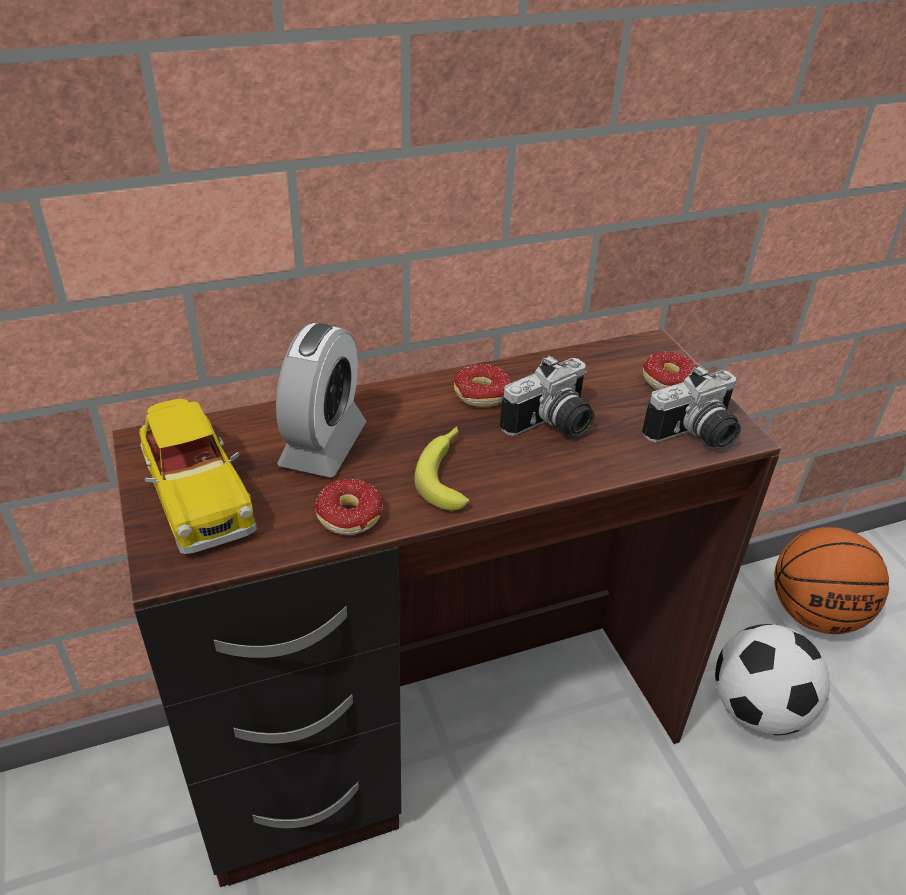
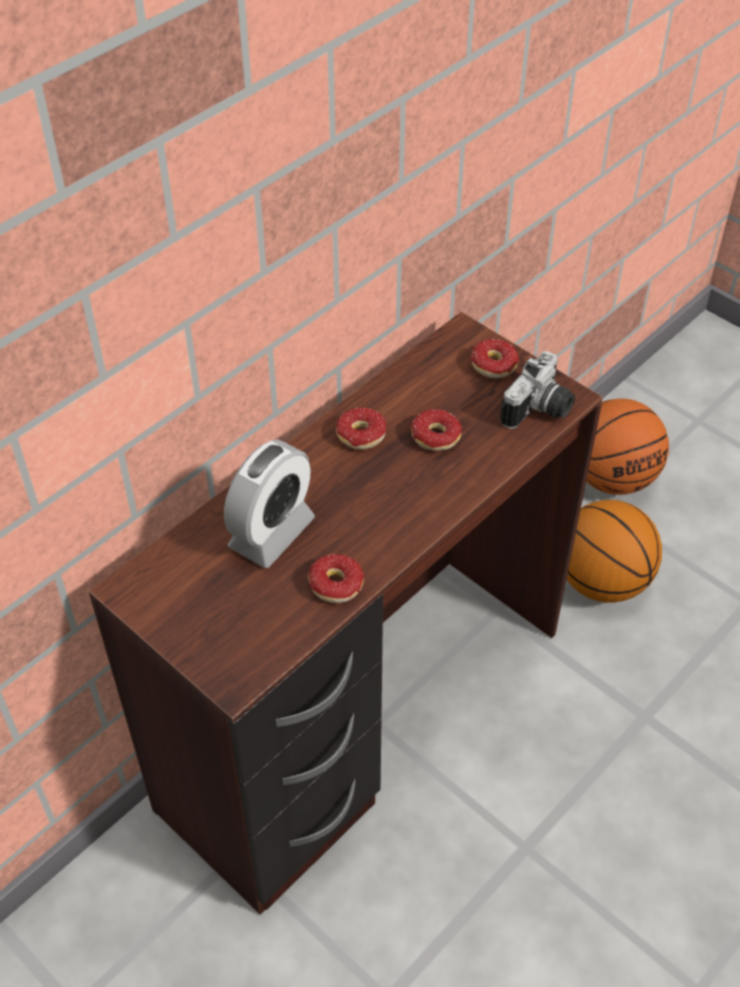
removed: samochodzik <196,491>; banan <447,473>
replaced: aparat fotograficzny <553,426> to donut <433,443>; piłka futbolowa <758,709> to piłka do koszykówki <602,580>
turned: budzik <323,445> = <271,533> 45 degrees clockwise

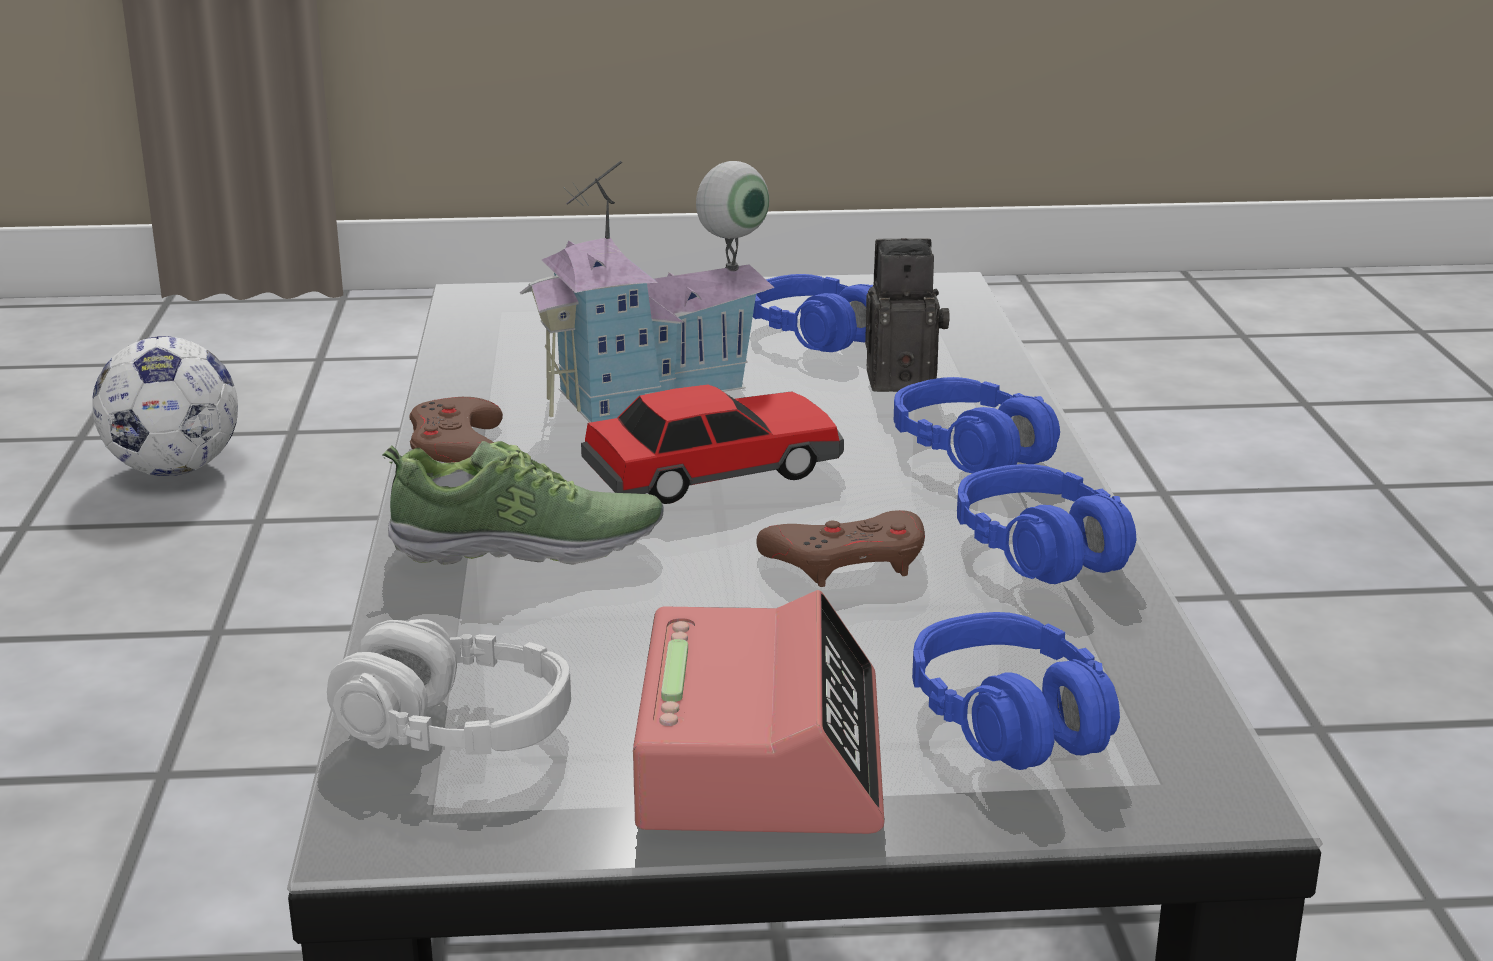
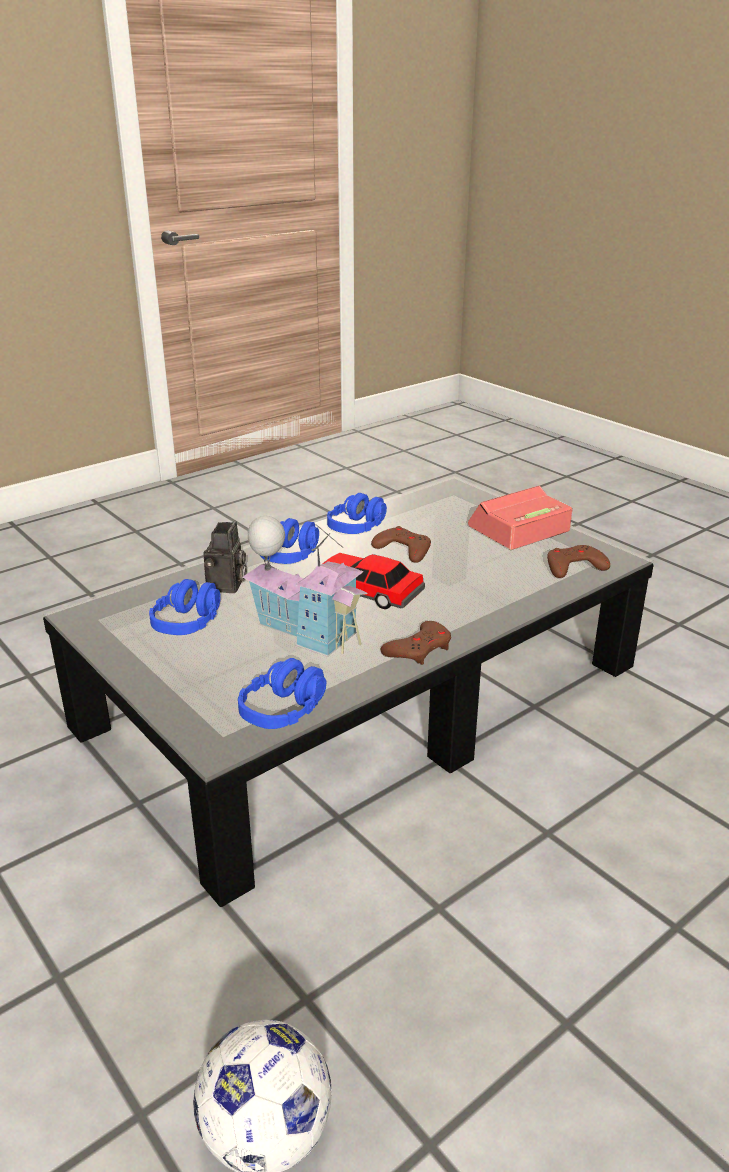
removed: but <527,547>
moved: słuchawki/niebieski <1011,721> to <283,709>
replaced: słuchawki/szary <455,728> to pad do gier/brązowy <574,567>
turned: aparat fotograficzny <904,378> = <227,586> 135 degrees counterclockwise

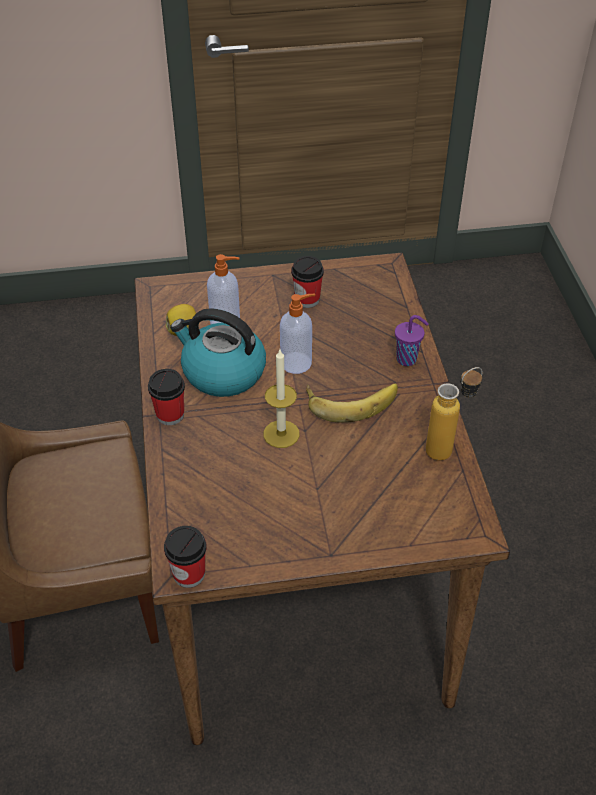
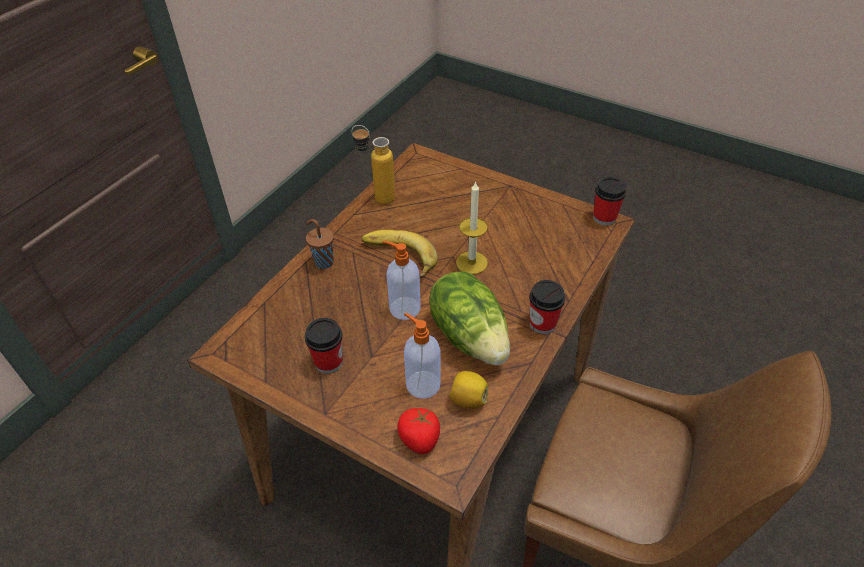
added: pomidor <420,440>
replaced: czajnik <222,372> to sałata <470,336>
recoloured: filiżanka/fioletowy <408,359> to filiżanka/brązowy <323,262>

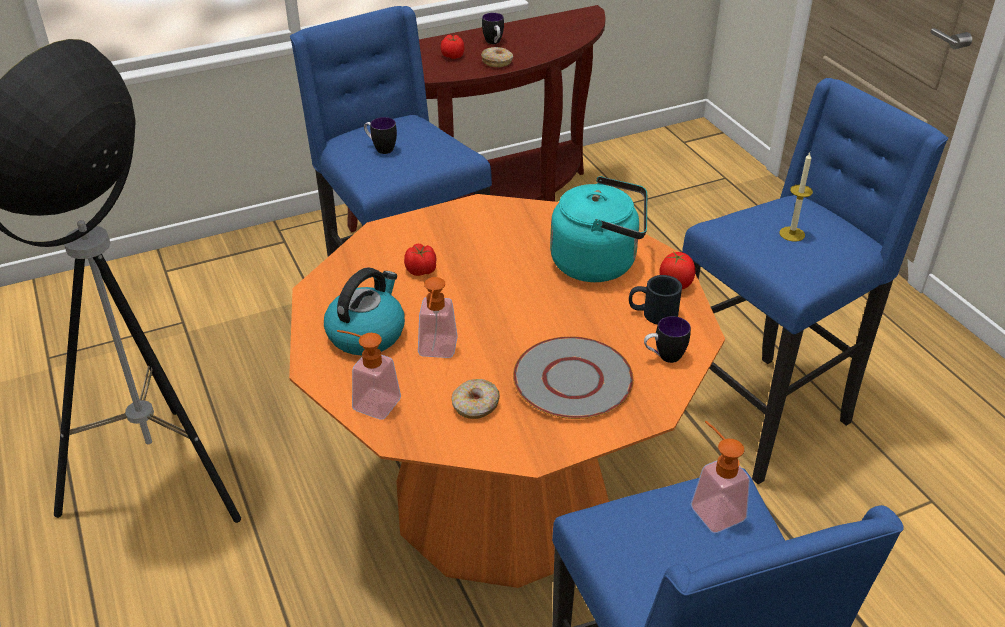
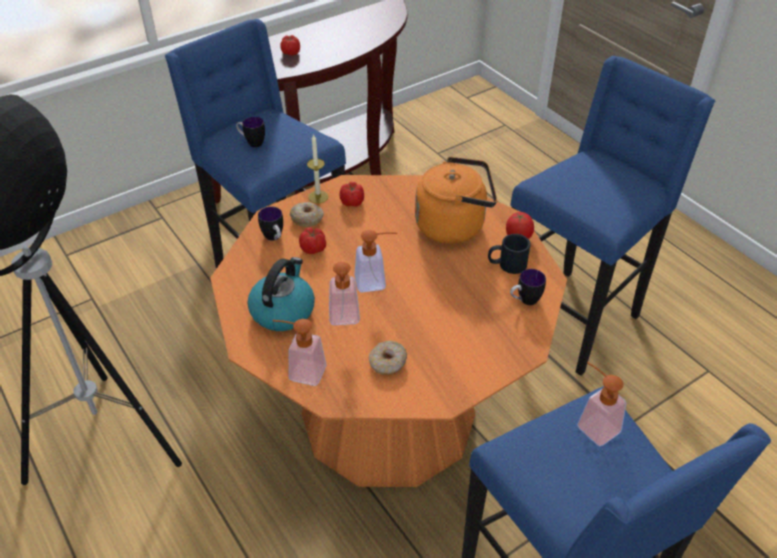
removed: talerz/szary <573,379>
added: pomidor <352,203>; dozownik mydła <376,282>
moved: kubek <494,43> to <274,238>; donut <497,62> to <307,218>; świeca <792,234> to <318,197>
recoloured: czajnik/turkusowy <599,263> to czajnik/pomarańczowy <454,225>

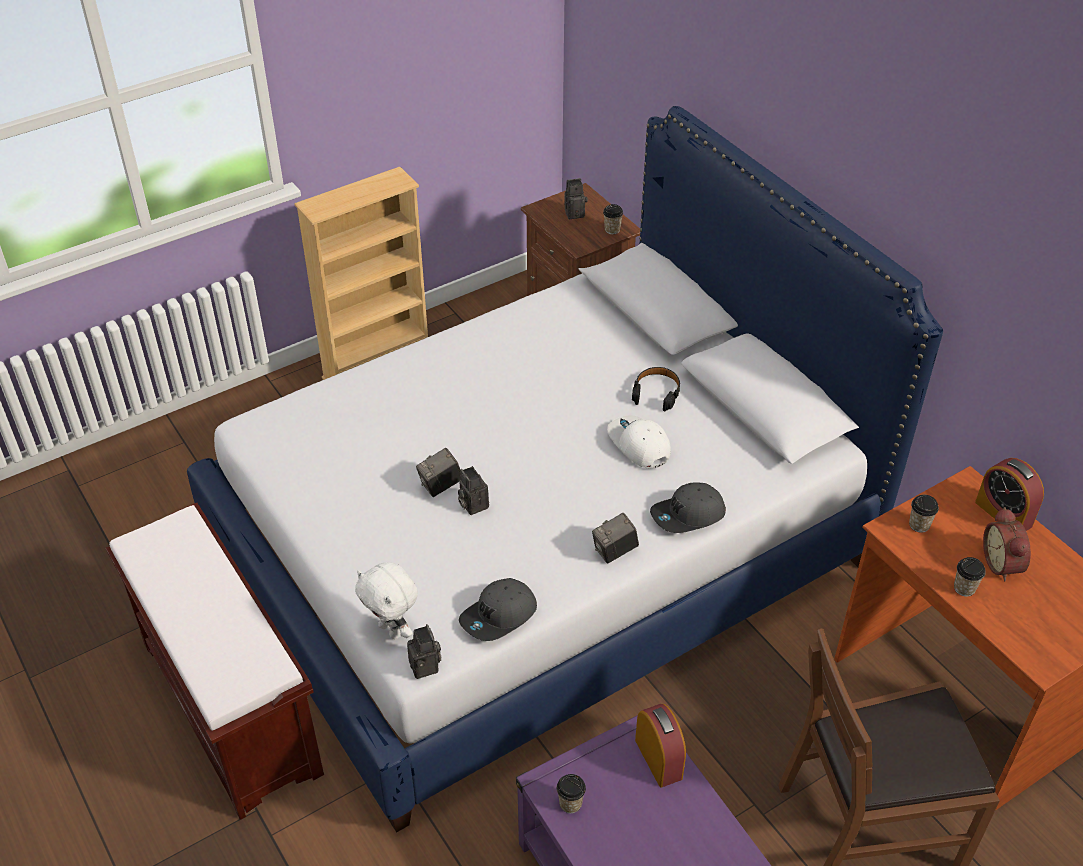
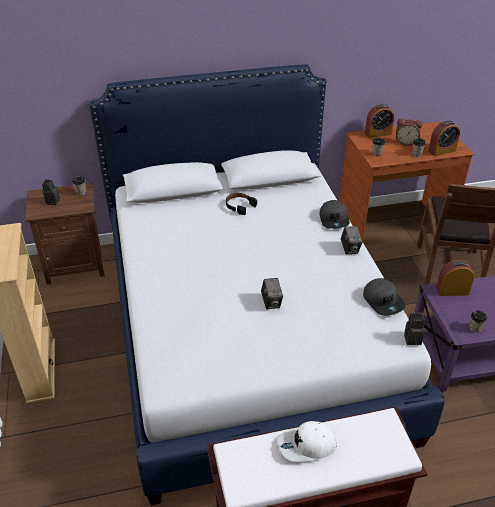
removed: pluszak/biały <392,630>; aparat fotograficzny <472,504>
added: budzik <441,151>
moved: czapka z daszkiem/biały <638,445> to <307,446>

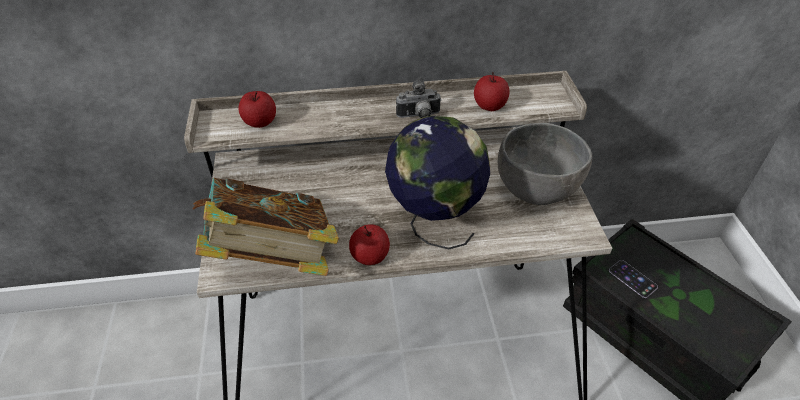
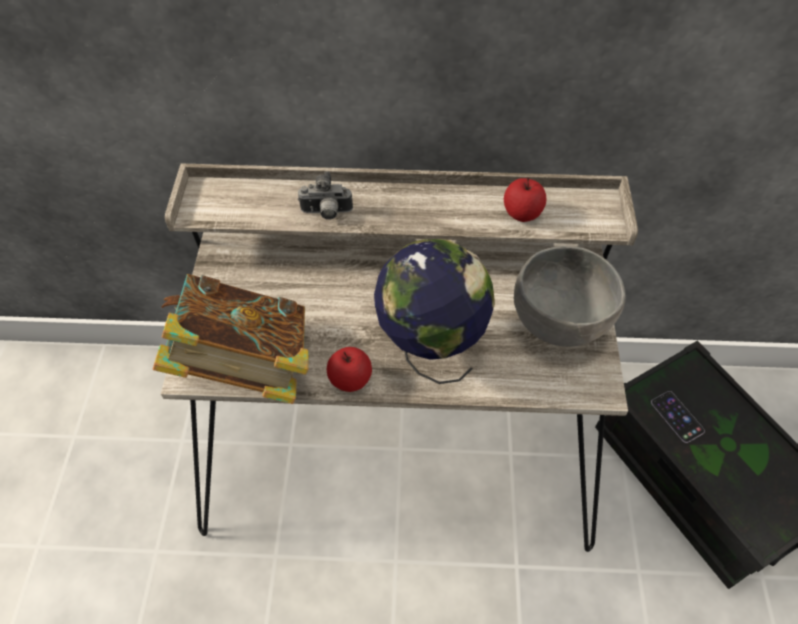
removed: jabłko <260,122>
moved: aparat fotograficzny <419,116> to <326,213>

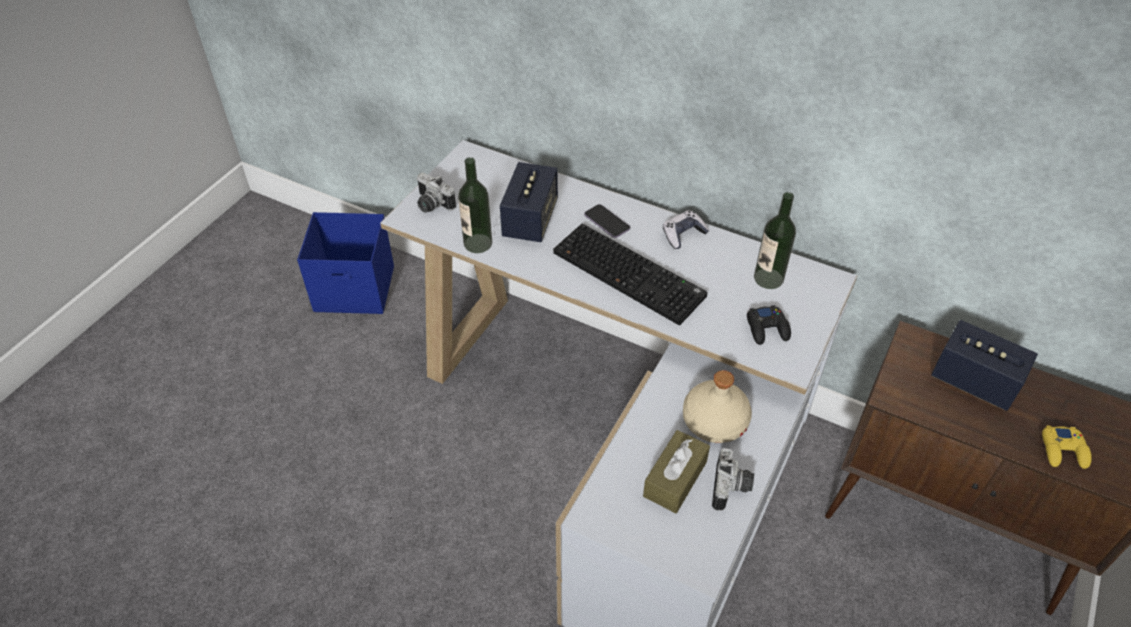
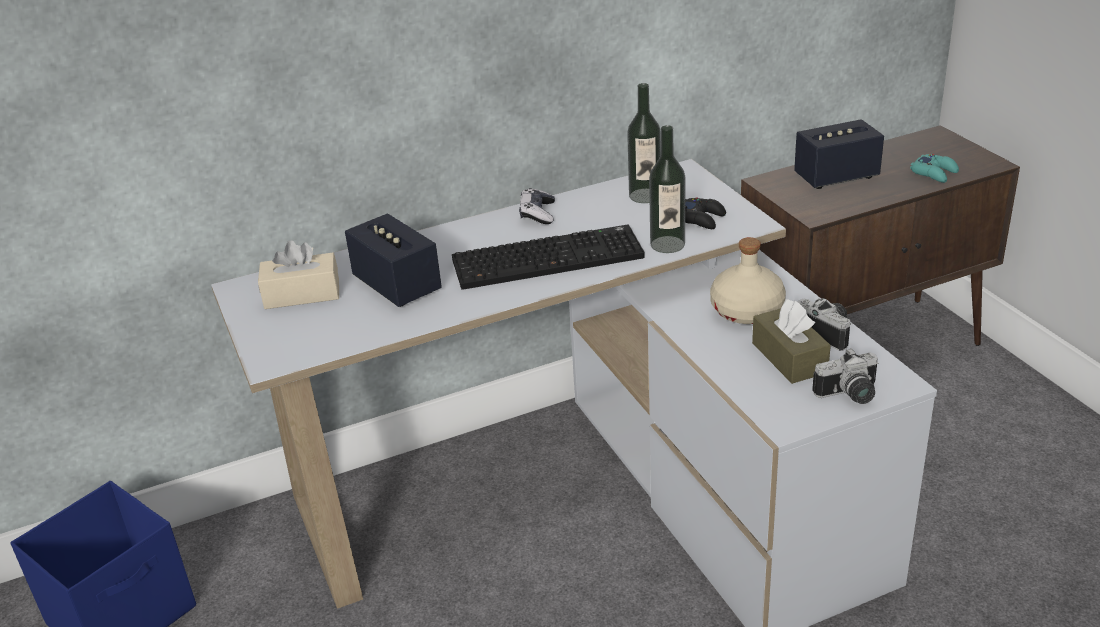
removed: telefon <607,222>
added: pudełko chusteczek/beżowy <302,294>
moved: butelka <478,243> to <667,244>; aparat fotograficzny <431,205> to <850,396>
recoloured: pad do gier/żółty <1063,451> to pad do gier/turkusowy <934,173>

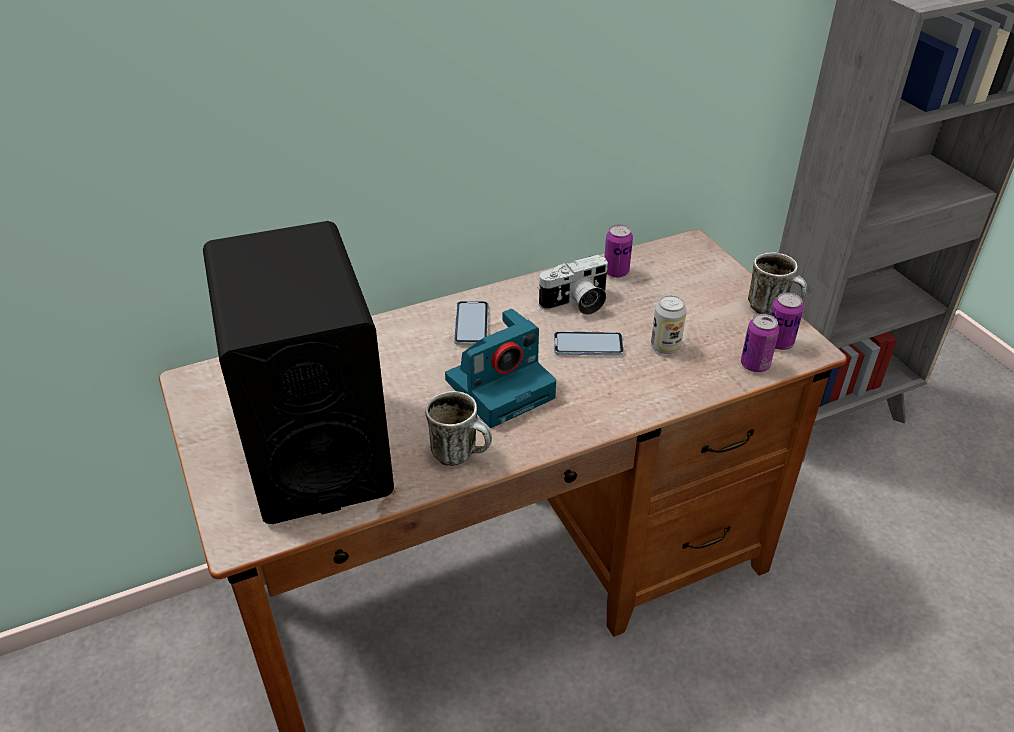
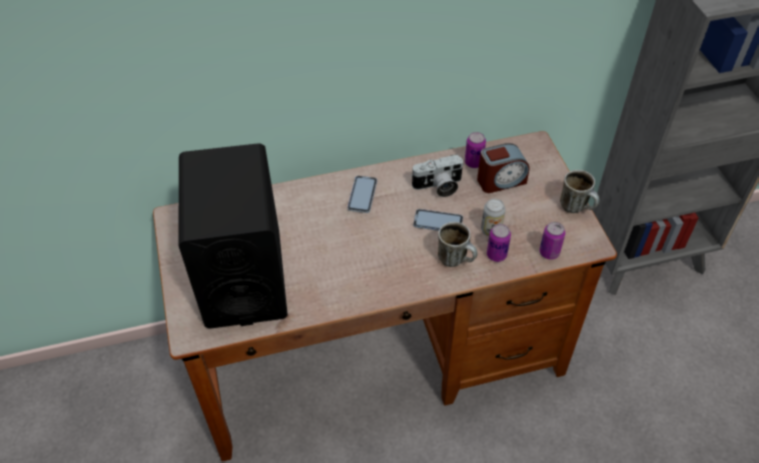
removed: aparat fotograficzny <501,387>
added: budzik <501,180>
moved: kubek <461,454> to <456,259>; puszka <779,343> to <496,255>

